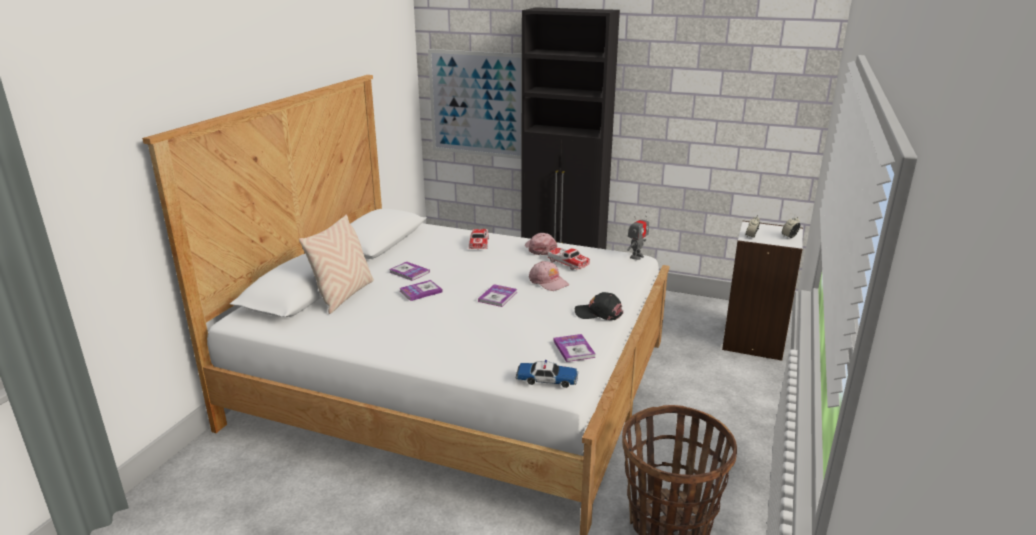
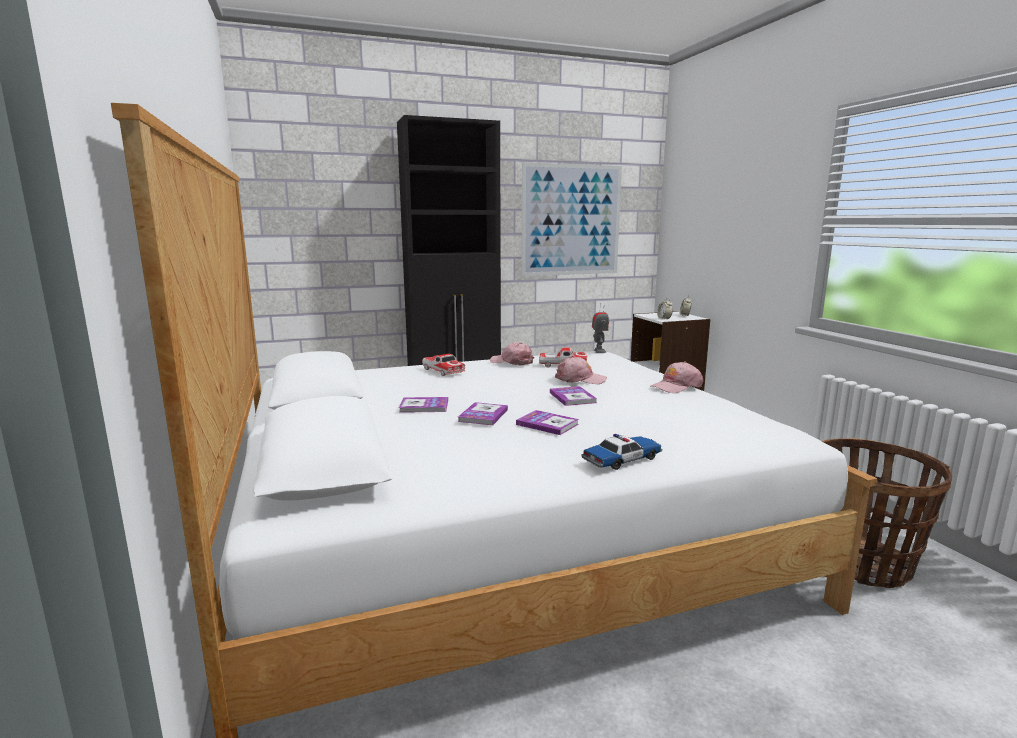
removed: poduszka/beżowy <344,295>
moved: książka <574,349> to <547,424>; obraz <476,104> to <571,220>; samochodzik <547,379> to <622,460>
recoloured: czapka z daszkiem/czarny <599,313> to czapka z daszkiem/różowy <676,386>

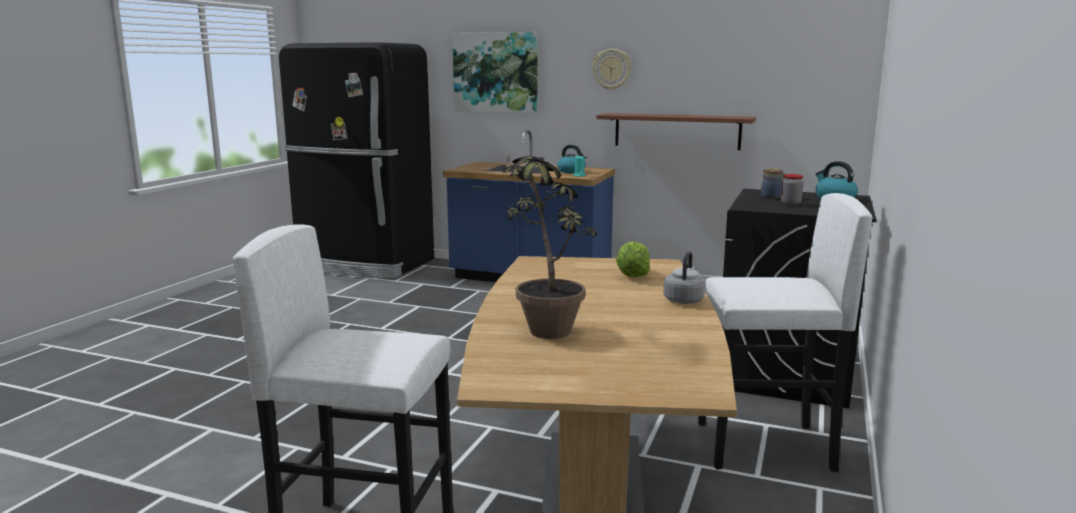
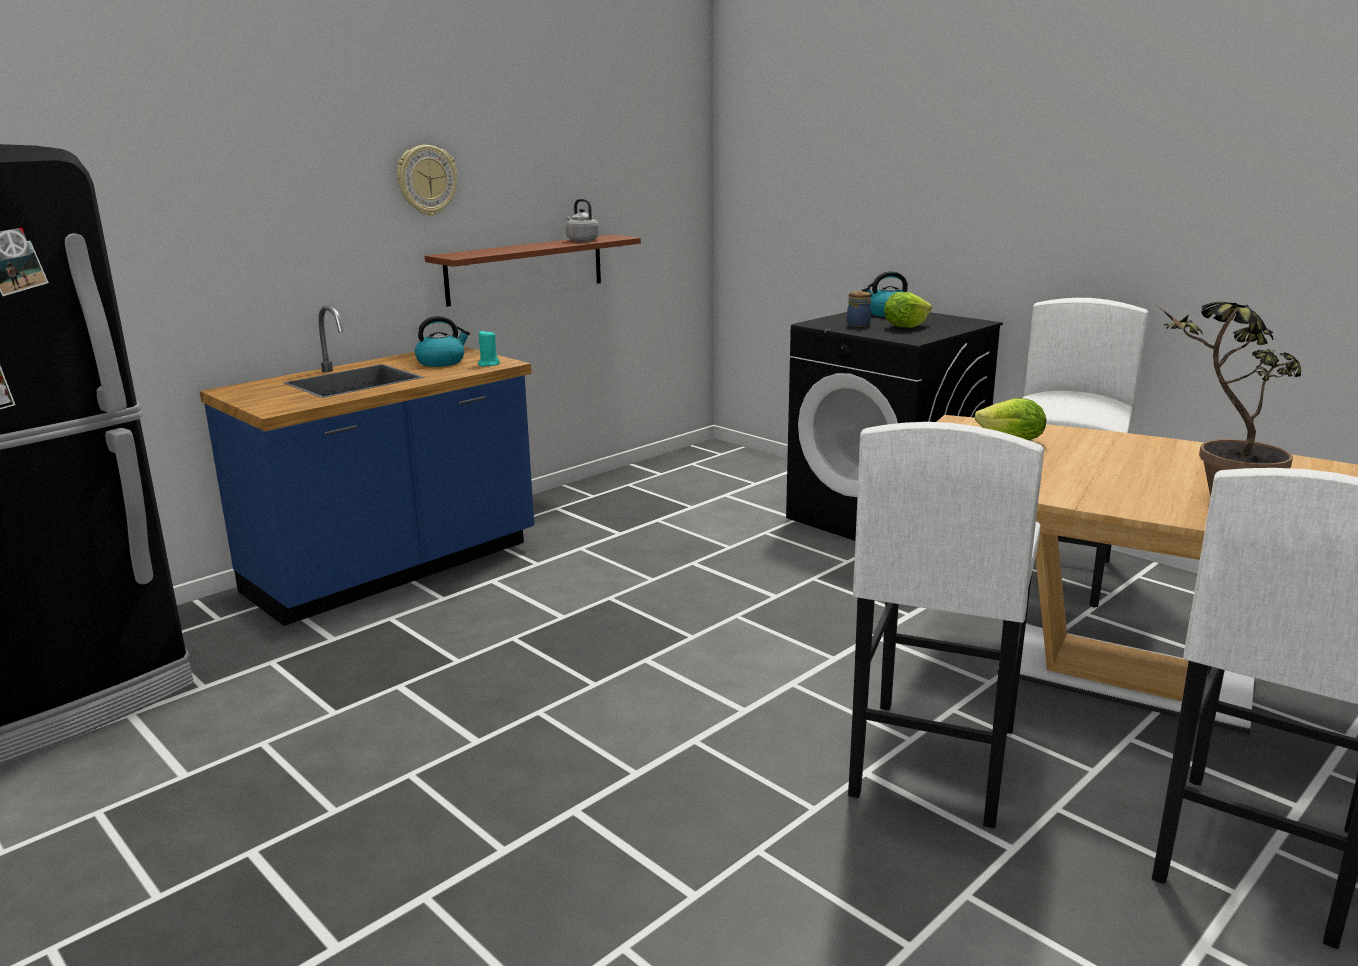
removed: obraz <495,72>
added: stołek/biały <931,761>
moved: czajnik/szary <684,300> to <581,240>
replaced: słoik <790,204> to sałata <905,326>

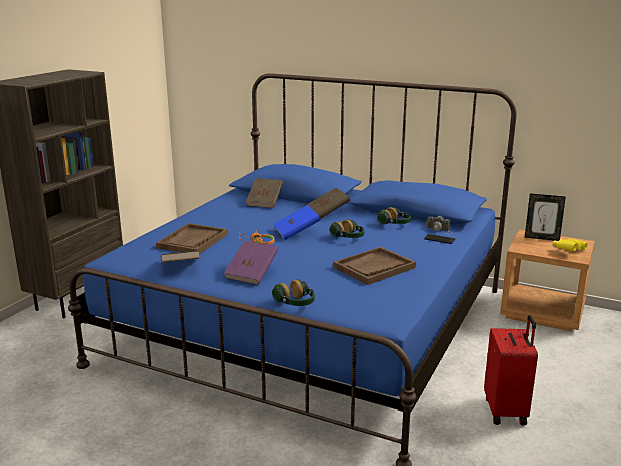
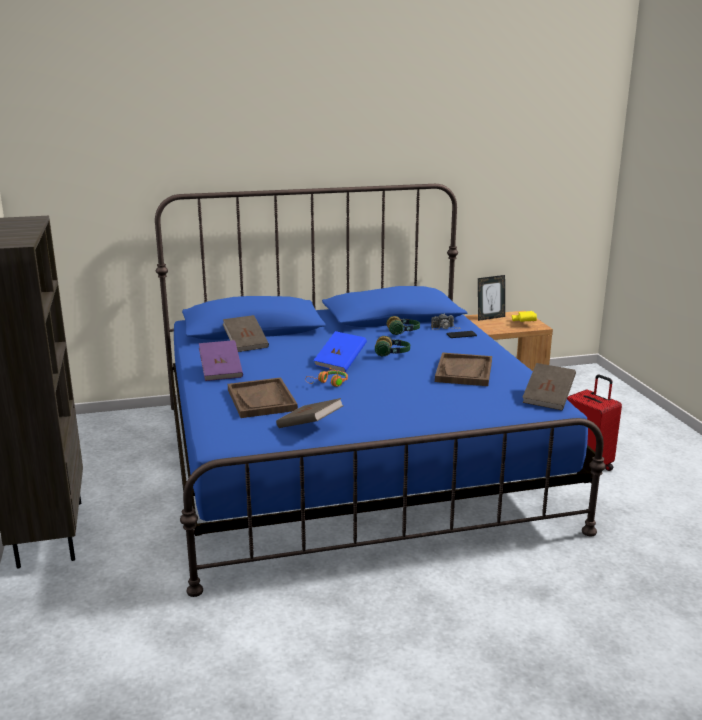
removed: słuchawki <296,303>
moved: książka/fioletowy <252,274> to <221,372>; książka/brązowy <327,213> to <548,399>

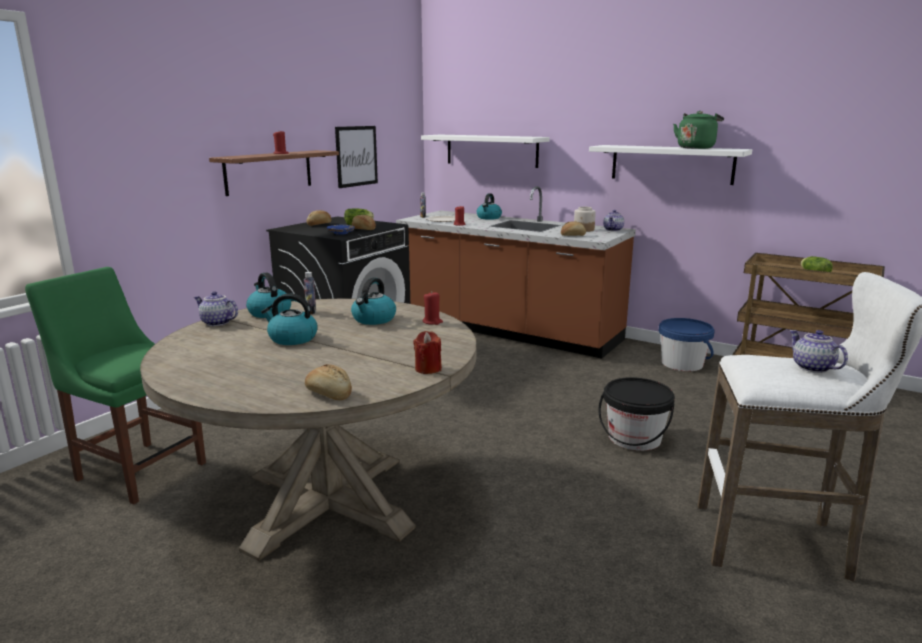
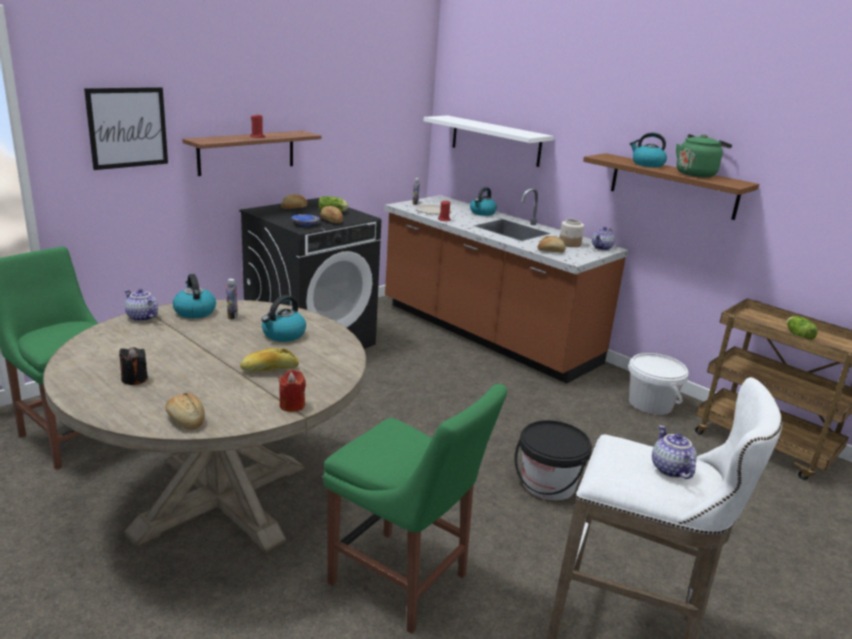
removed: świeca/czerwony <432,322>
added: świeca/czarny <134,379>; chleb <269,369>; krzesło/zielony <403,582>
moved: obraz <356,156> to <127,127>; czajnik <292,338> to <647,164>
recoloured: półka/biały <671,164> to półka/brązowy <673,186>; wiadro/niebieski <682,364> to wiadro/biały <650,404>

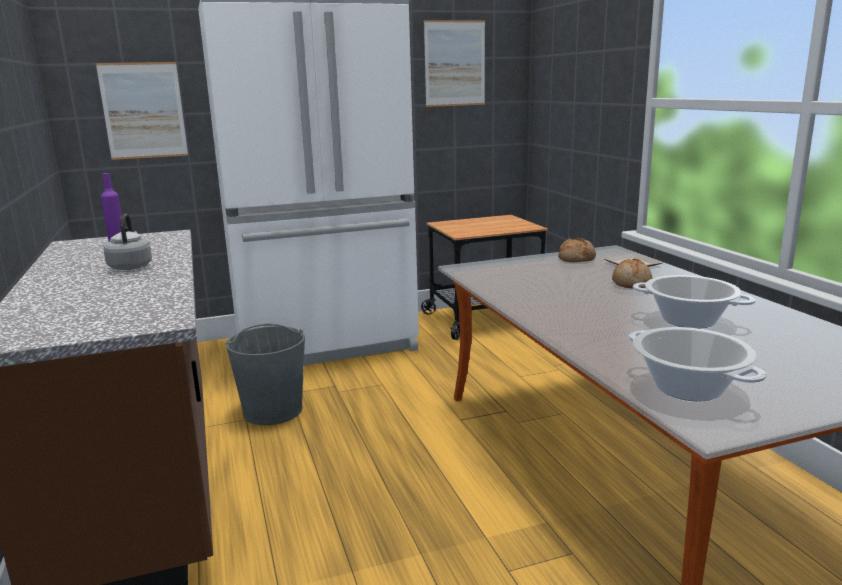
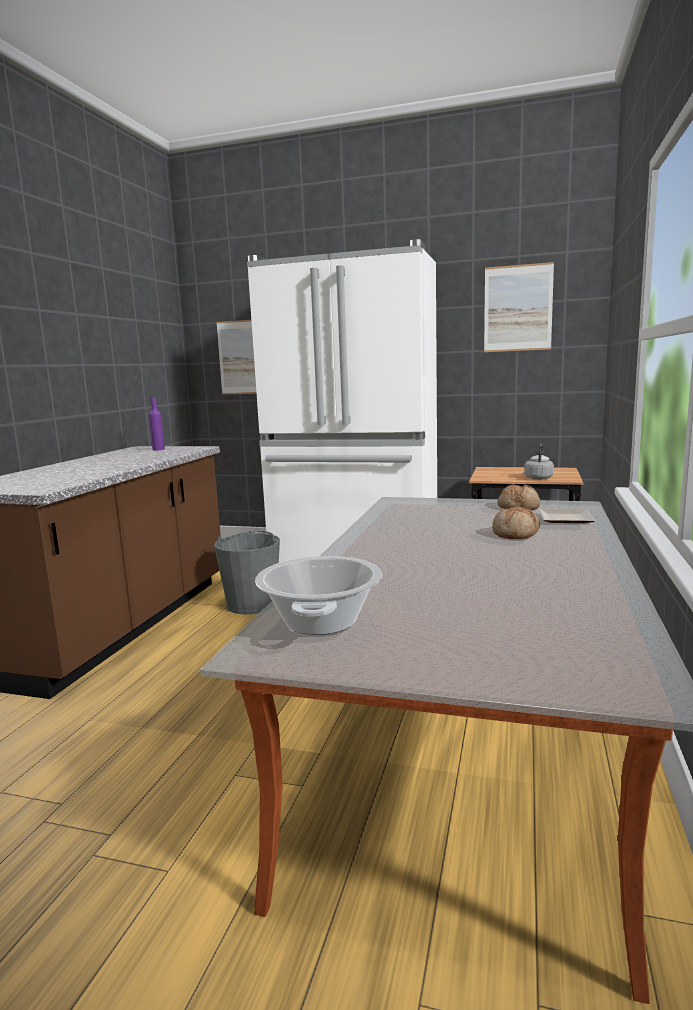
removed: garnek <688,321>
moved: czajnik/szary <131,266> to <538,478>

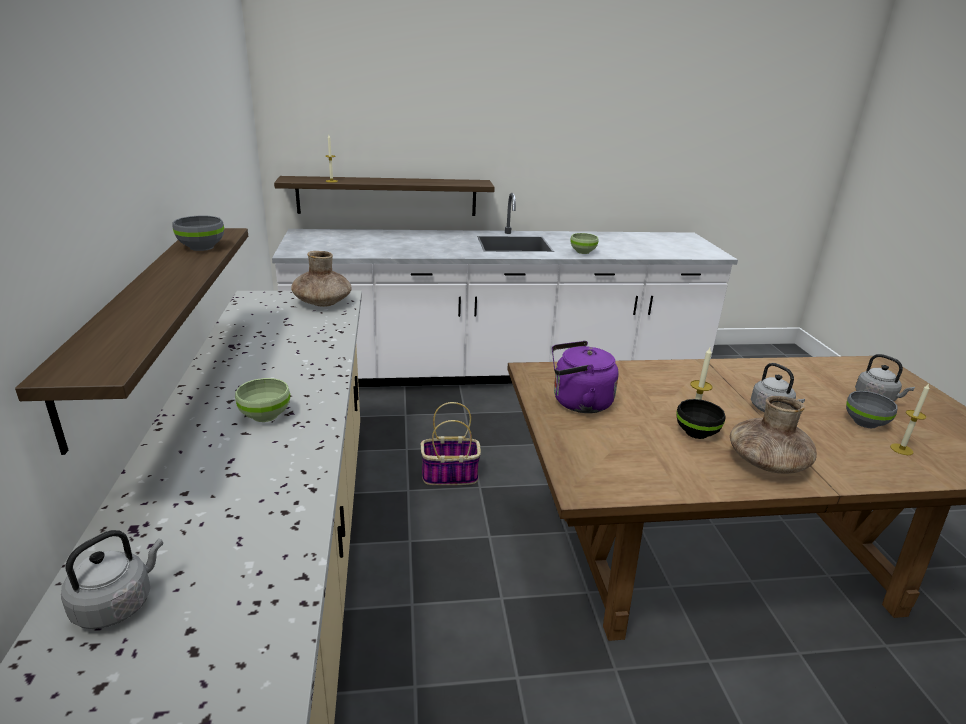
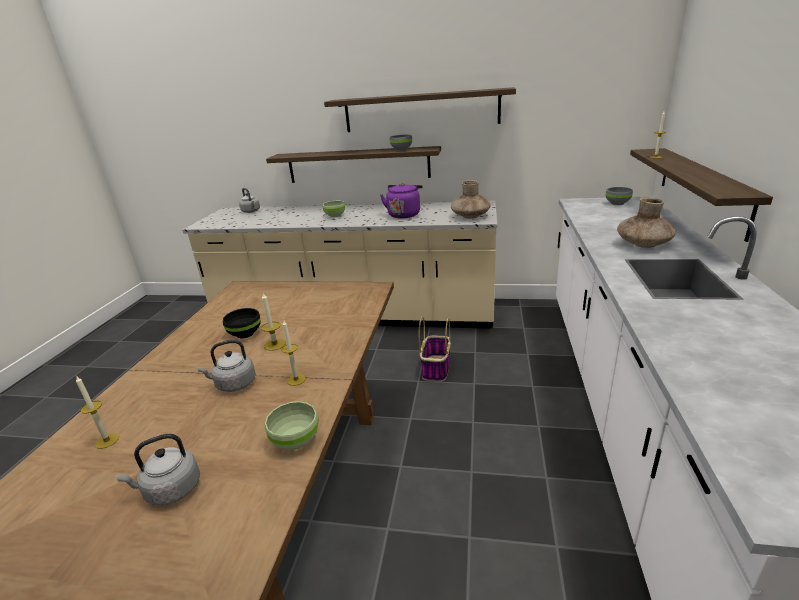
added: świeca <296,380>; półka <421,111>
moved: miska/zielony <583,252> to <296,441>; czajnik/fioletowy <578,402> to <404,214>; miska/szary <865,422> to <617,203>; wazon/brązowy <766,463> to <643,244>

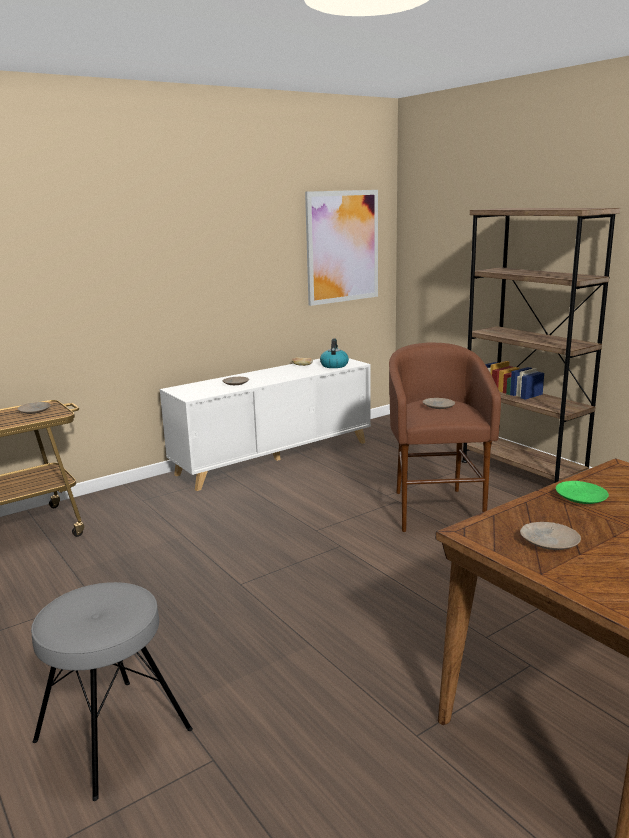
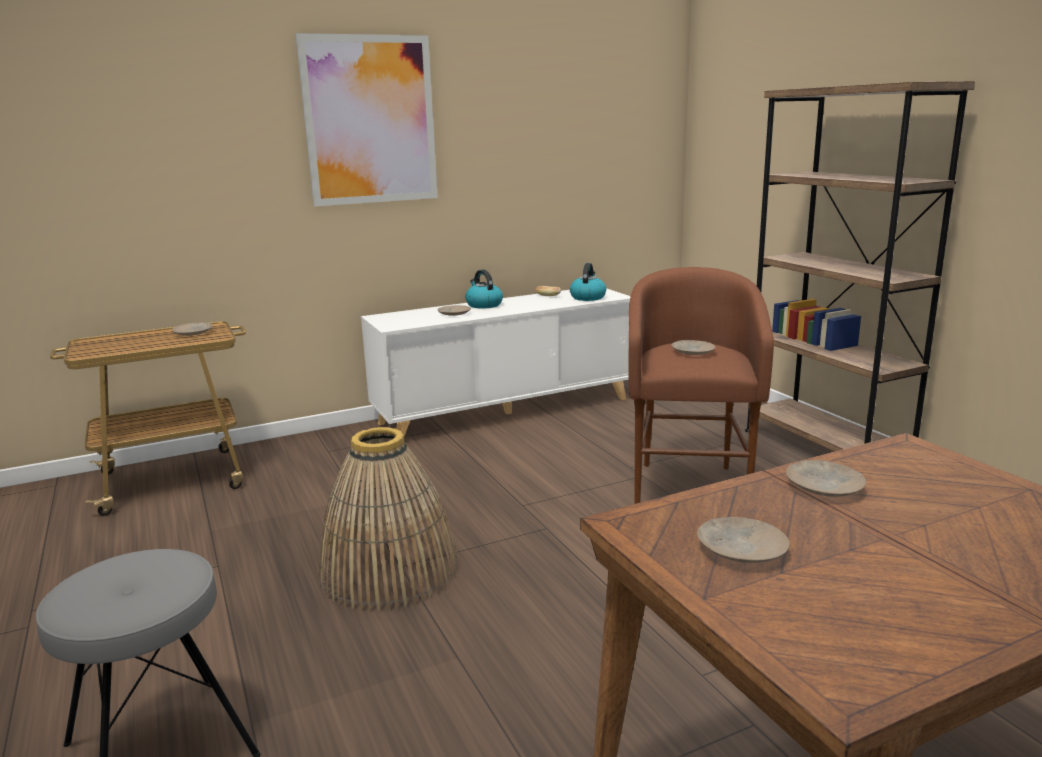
added: koszyk <389,570>; czajnik <483,305>
moved: obraz <342,247> to <370,120>
recoloured: talerz/zielony <580,498> to talerz/beżowy <824,486>

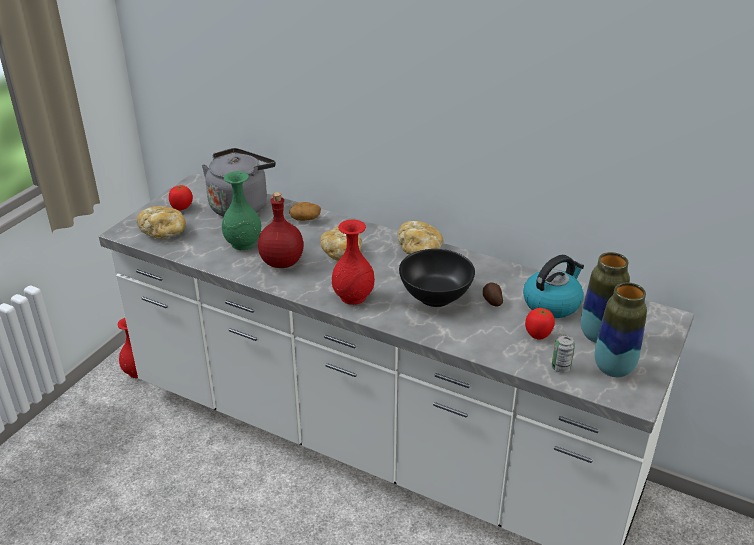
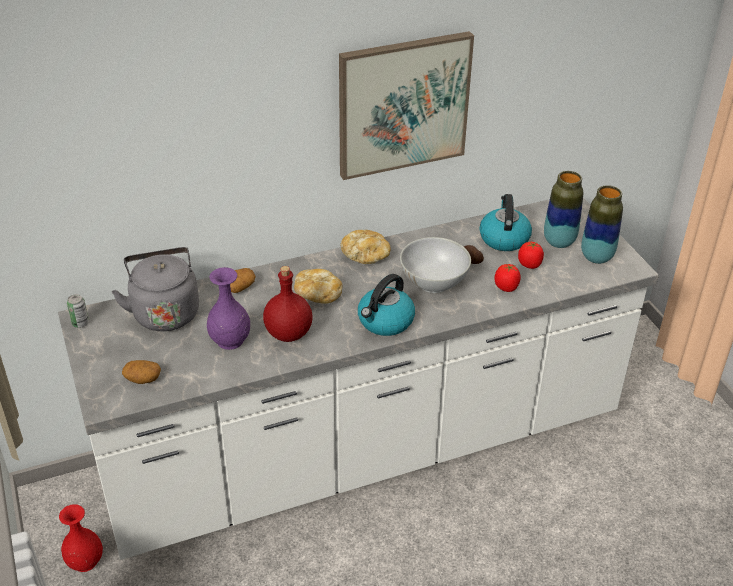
added: obraz <403,104>
moved: puszka <560,367> to <80,323>; pomidor <181,207> to <506,287>
replaced: chleb <164,232> to ziemniak <142,379>; wazon/czerwony <353,297> to czajnik <385,321>
recoloured: wazon/zielony <243,243> to wazon/fioletowy <229,341>; miska/czarny <436,296> to miska/biały <434,282>

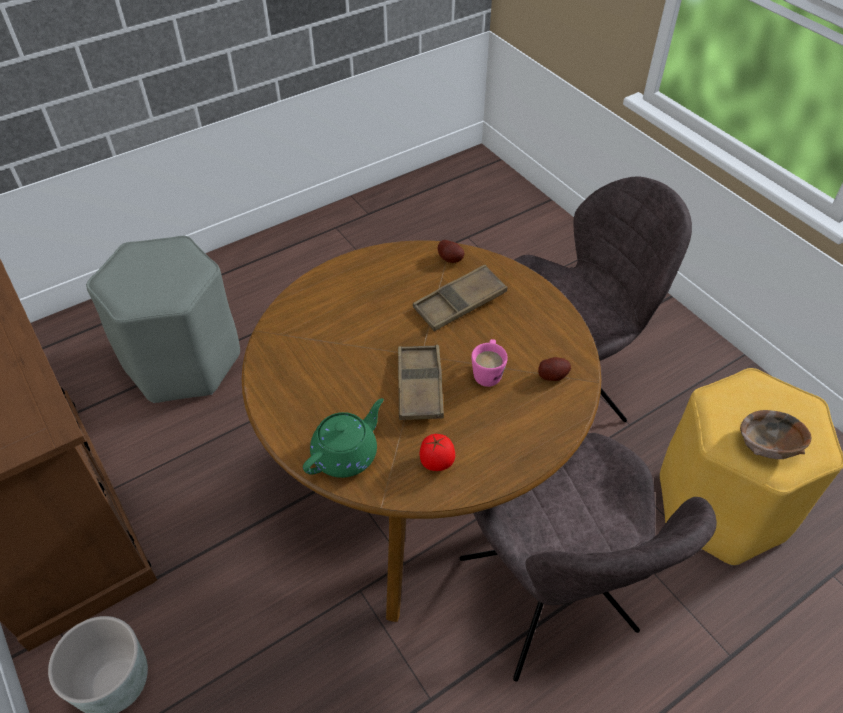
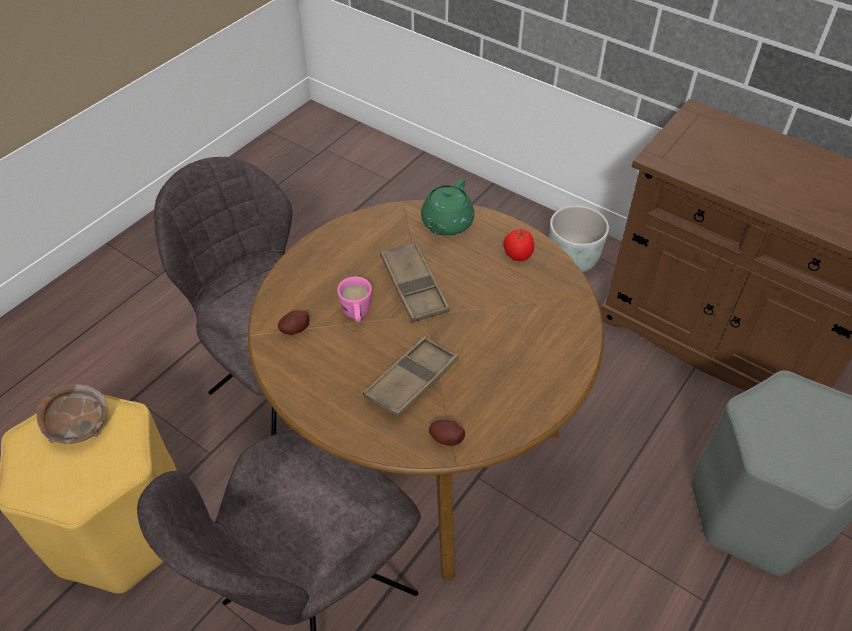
moved: pomidor <437,463> to <517,256>

